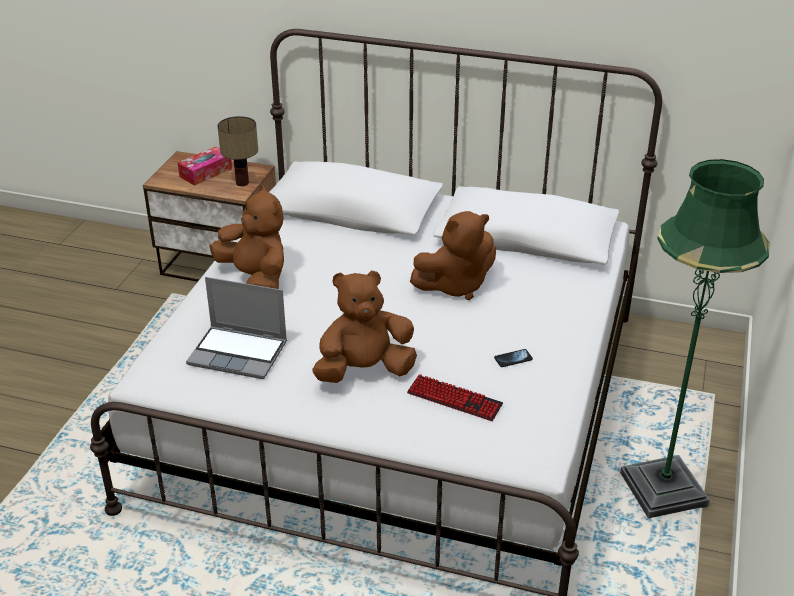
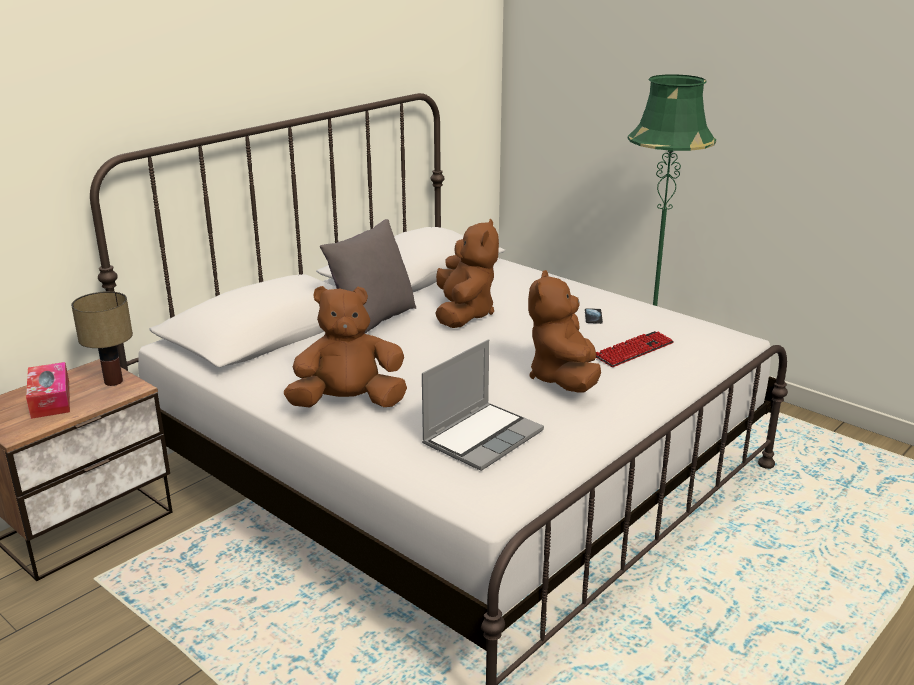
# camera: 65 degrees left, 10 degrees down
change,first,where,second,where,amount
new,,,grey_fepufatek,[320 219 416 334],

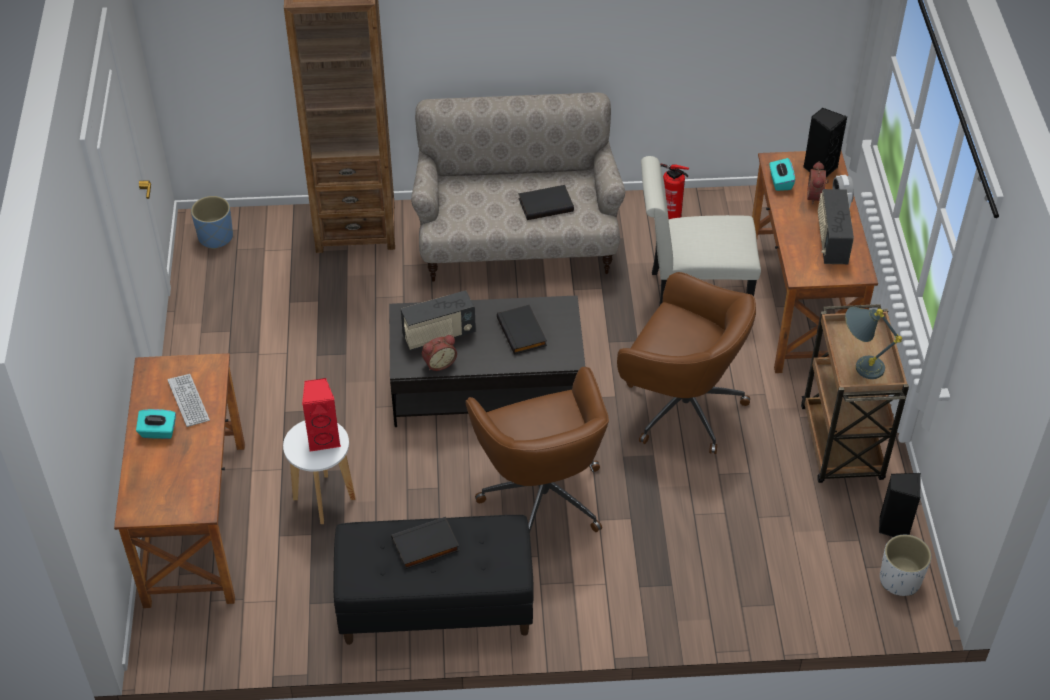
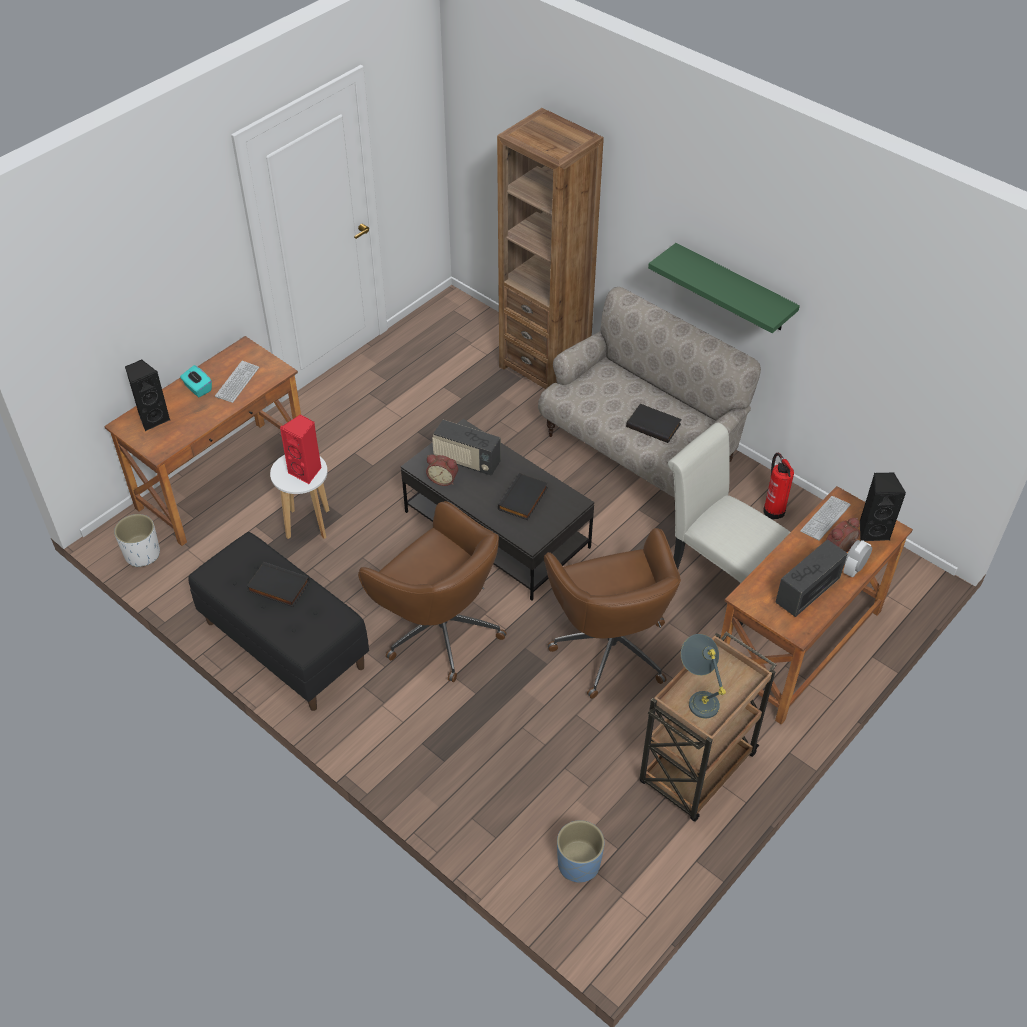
# camera: 45 degrees right, 0 degrees up
change,first,where,second,where,amount
shifted,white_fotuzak,[880 535 931 596],,[114 514 160 567],
shifted,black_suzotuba,[879 473 921 537],,[125 360 171 431],
rotated,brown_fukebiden,[465 367 609 532],,[358 501 507 682],75 degrees counterclockwise
shifted,blue_fotuzak,[191 196 233 249],,[557 820 604 883],
new,,,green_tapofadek,[648 243 800 333],
swapped,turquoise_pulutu,[769 158 795 191],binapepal,[800 496 851 541],

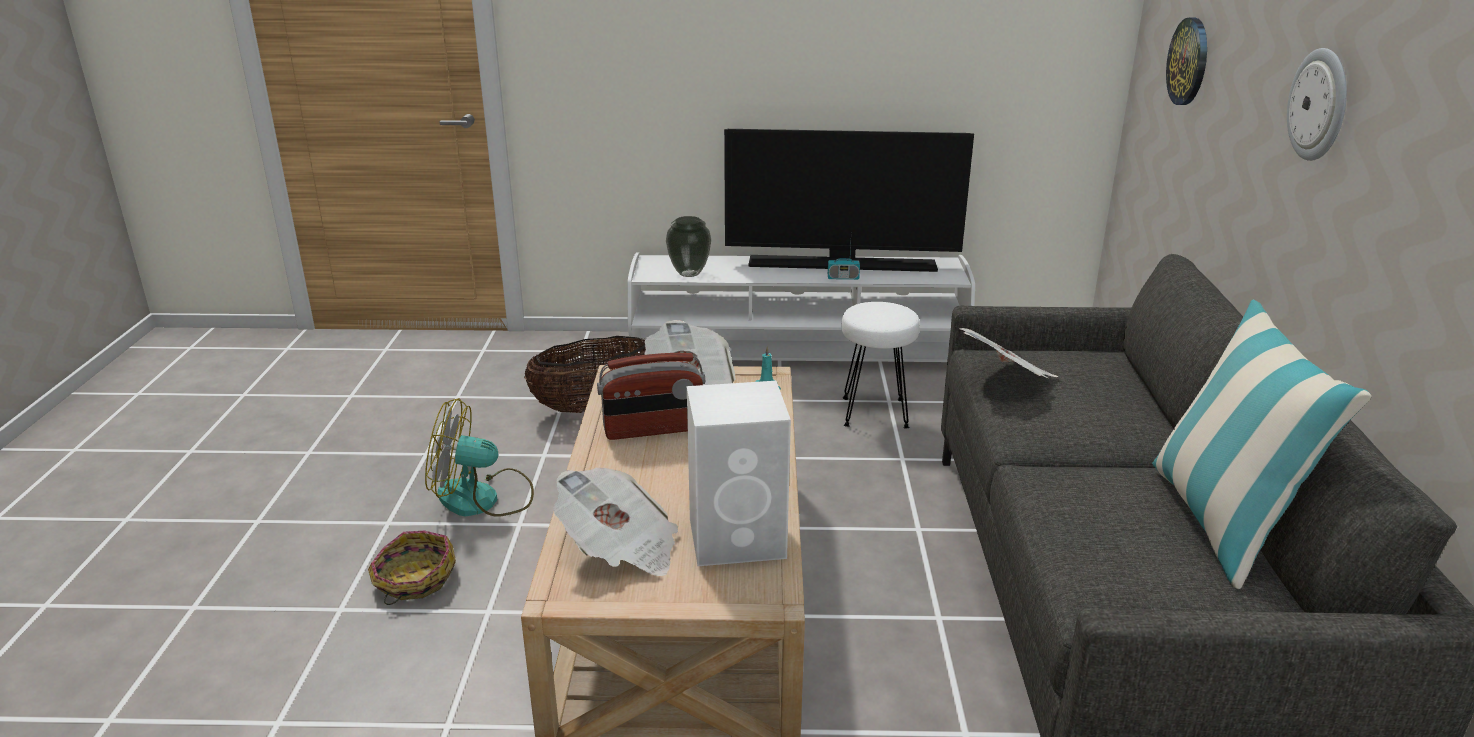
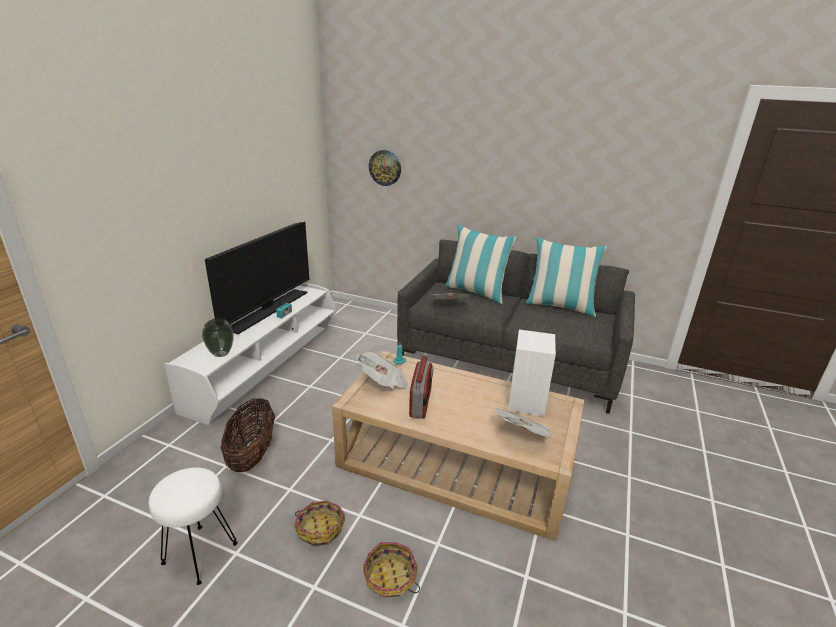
# camera: 70 degrees left, 0 degrees up
change,first,where,second,where,amount
shifted,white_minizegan,[842 302 920 429],,[149 467 238 585],
swapped,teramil,[425 398 534 517],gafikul,[294 500 345 546],
new,,,fepufatek,[445 225 517 304],
gone,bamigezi,[1287 48 1347 161],,,

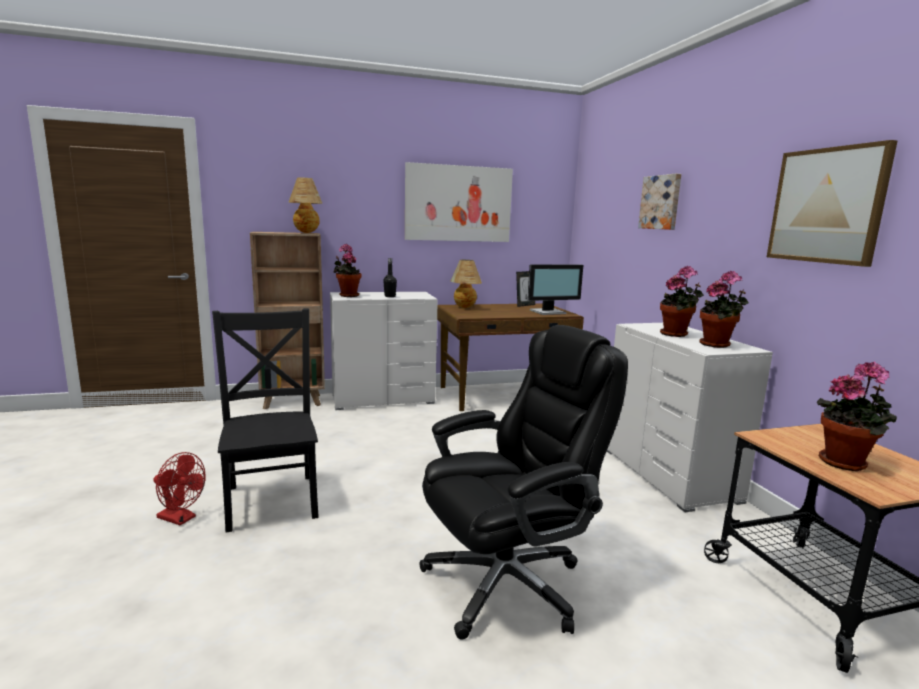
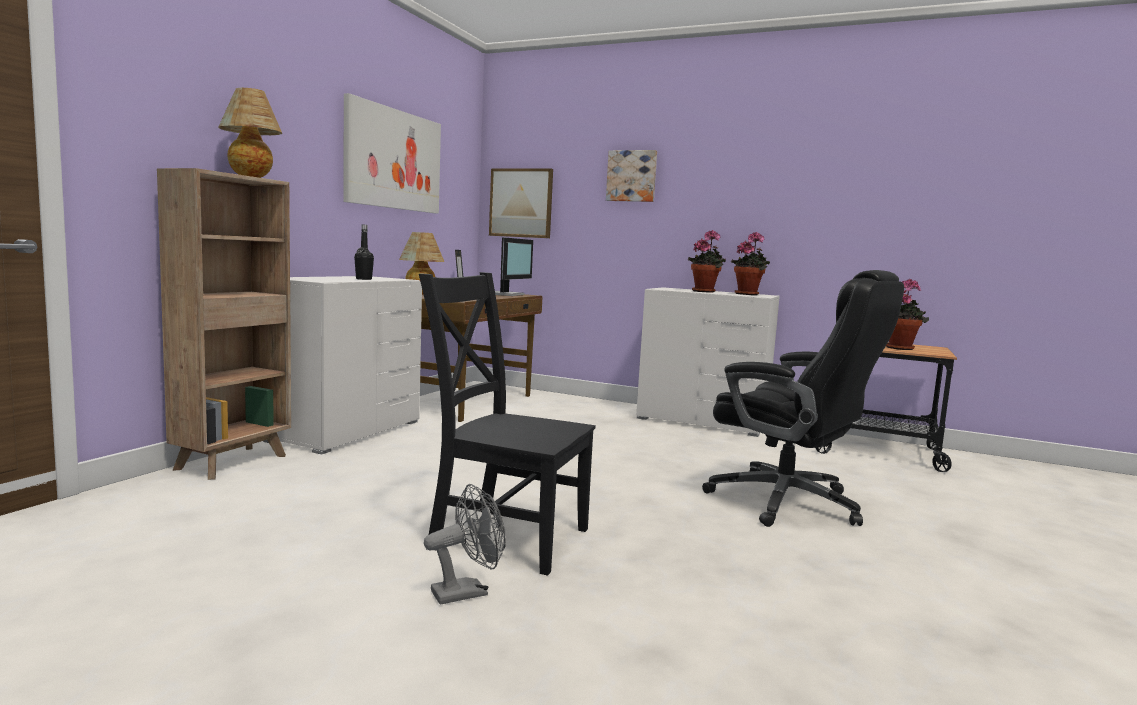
# camera: 50 degrees left, 5 degrees down
change,first,where,second,where,amount
repainted,red_teramil,[153 452 205 526],grey_teramil,[424 484 506 604],
shifted,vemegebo,[767 140 897 267],,[489 169 553 238],
rotated,black_fukebiden,[420 325 628 639],,[702 270 904 527],120 degrees clockwise
gone,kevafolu,[333 244 362 297],,,

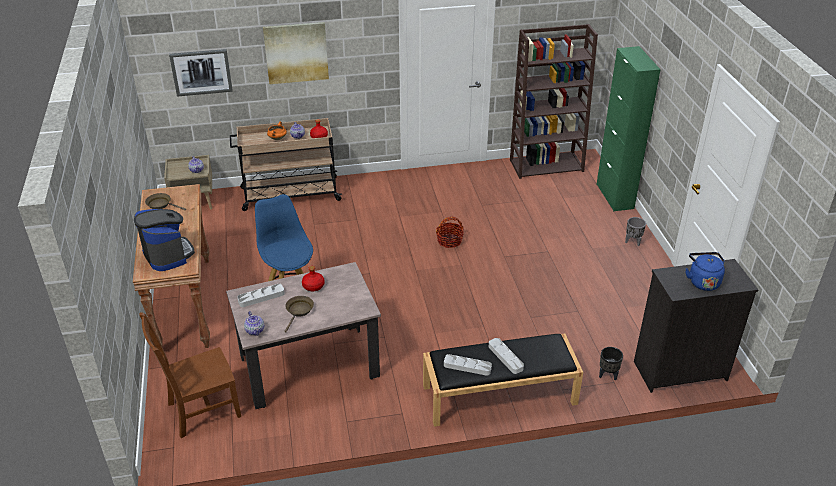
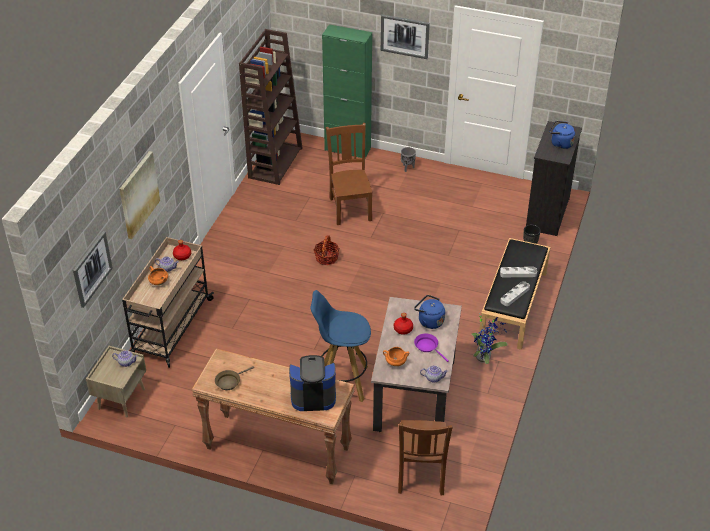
# camera: 60 degrees left, 5 degrees up
change,first,where,second,where,amount
new,,,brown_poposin,[326 123 373 225],
new,,,vemegebo,[381 14 430 59],
swapped,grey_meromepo,[237 284 285 307],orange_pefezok,[383 347 409 366],
new,,,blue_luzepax,[414 295 445 329],
repainted,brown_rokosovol,[284 296 314 332],purple_rokosovol,[414 333 449 362],
new,,,kevafolu,[472 313 508 364],

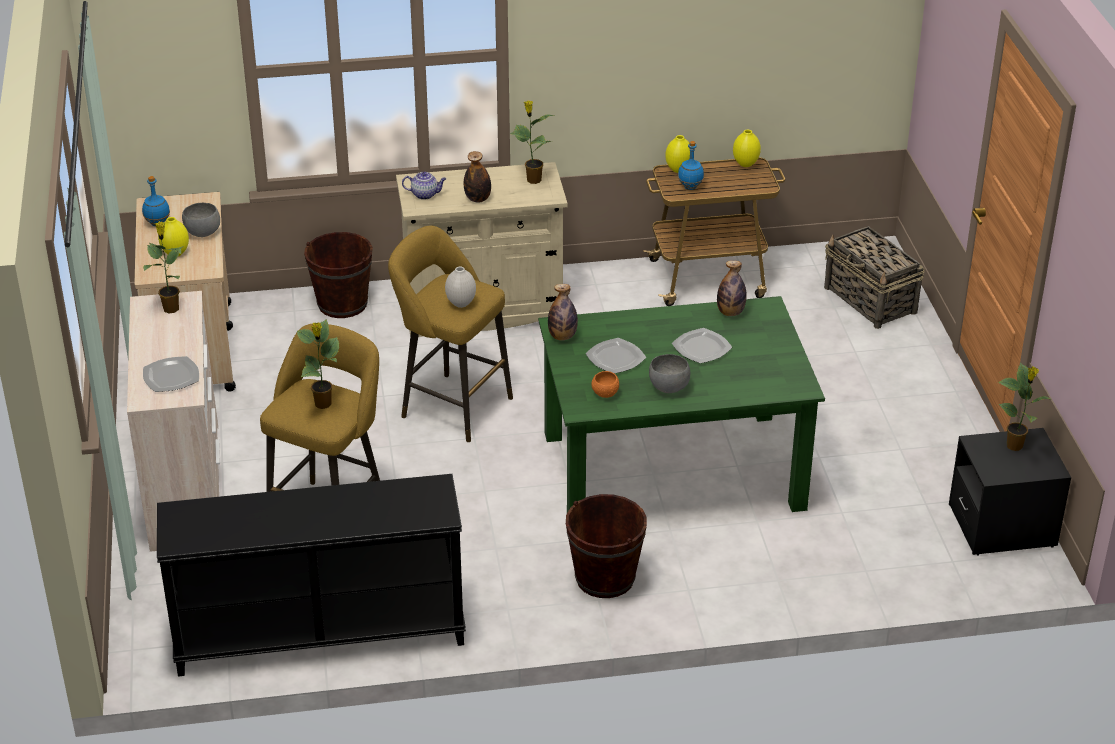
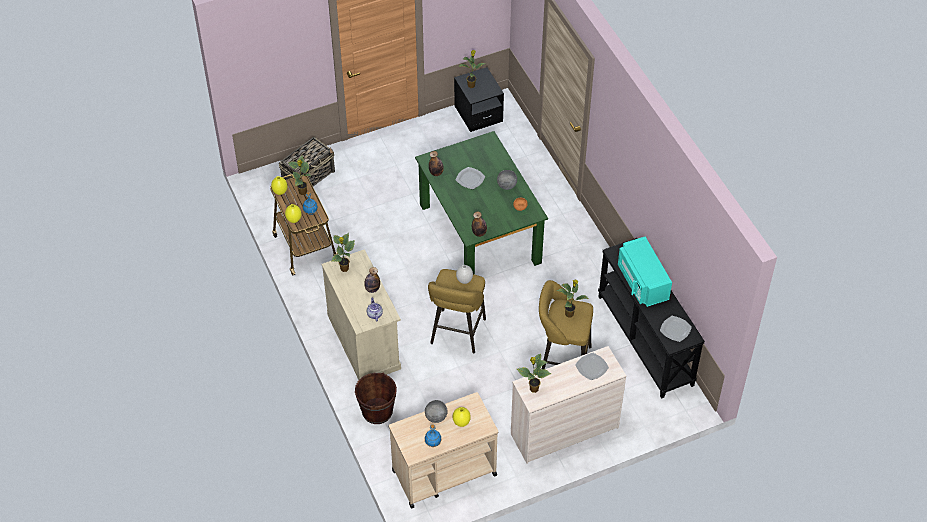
# camera: 105 degrees left, 15 degrees up
change,first,where,second,where,amount
new,,,kevafolu,[288 156 311 195],
new,,,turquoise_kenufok,[618 236 672 307],
shifted,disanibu,[585 338 646 374],,[660 316 692 342],
gone,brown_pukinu,[566 494 647 598],,,

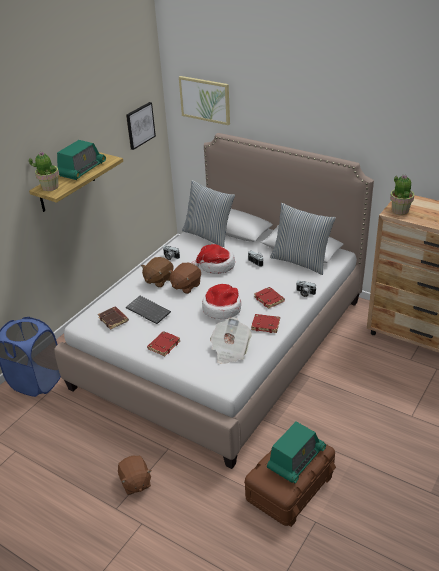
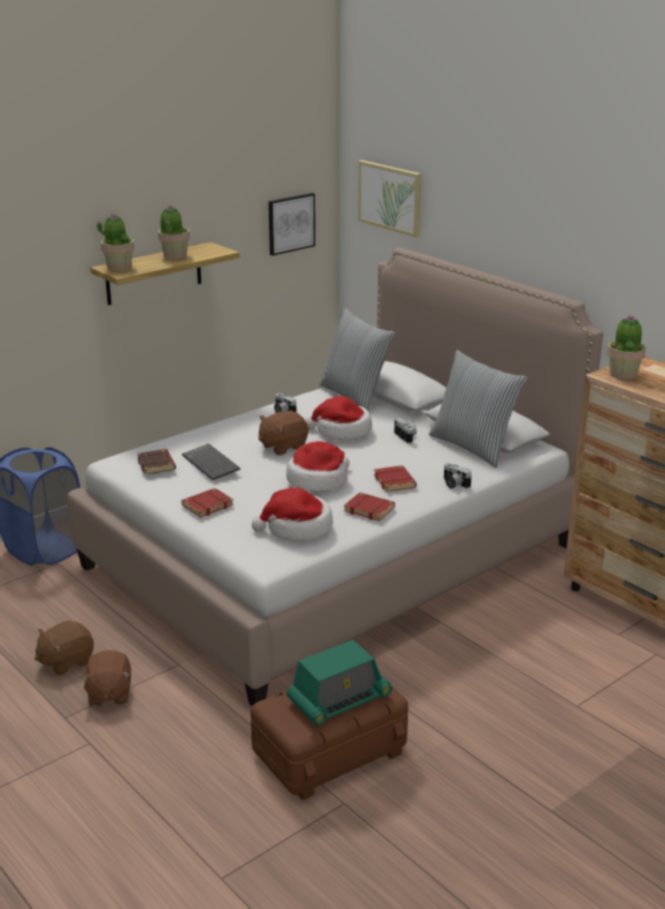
# camera: 15 degrees right, 10 degrees down
change,first,where,second,where,amount
shifted,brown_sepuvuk,[141 257 173 288],,[35 620 94 675],
swapped,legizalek,[57 140 106 180],kevafolu,[158 205 190 260],
swapped,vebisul,[210 318 252 364],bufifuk,[252 487 333 541],

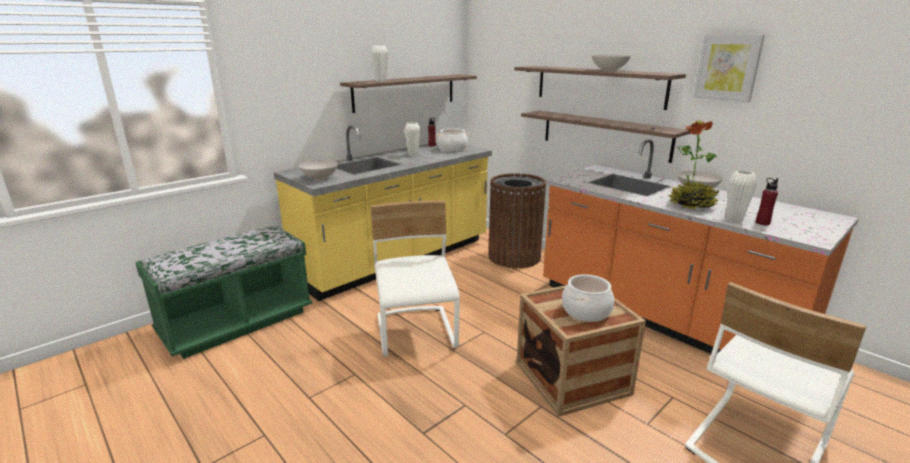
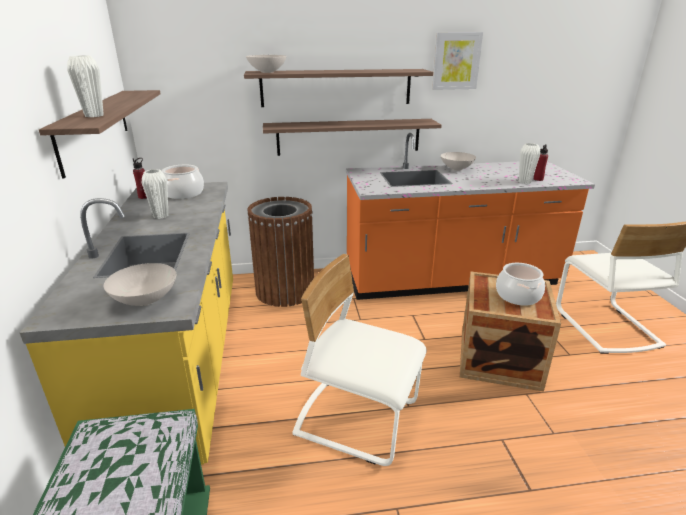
# camera: 55 degrees left, 5 degrees up
change,first,where,second,where,amount
shifted,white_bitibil,[592 55 631 71],,[246 55 286 73],
gone,kevafolu,[668 119 719 210],,,

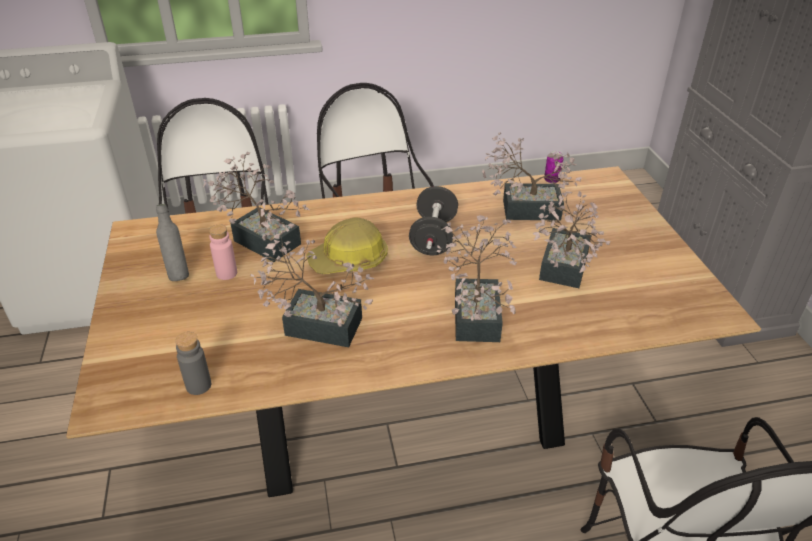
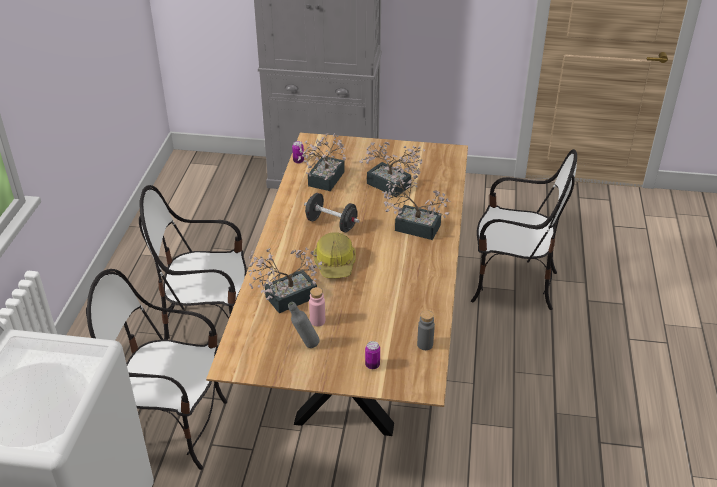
# camera: 70 degrees left, 0 degrees up
change,first,where,second,where,amount
new,,,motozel,[365 341 380 369],
gone,kevafolu,[250 230 374 347],,,

